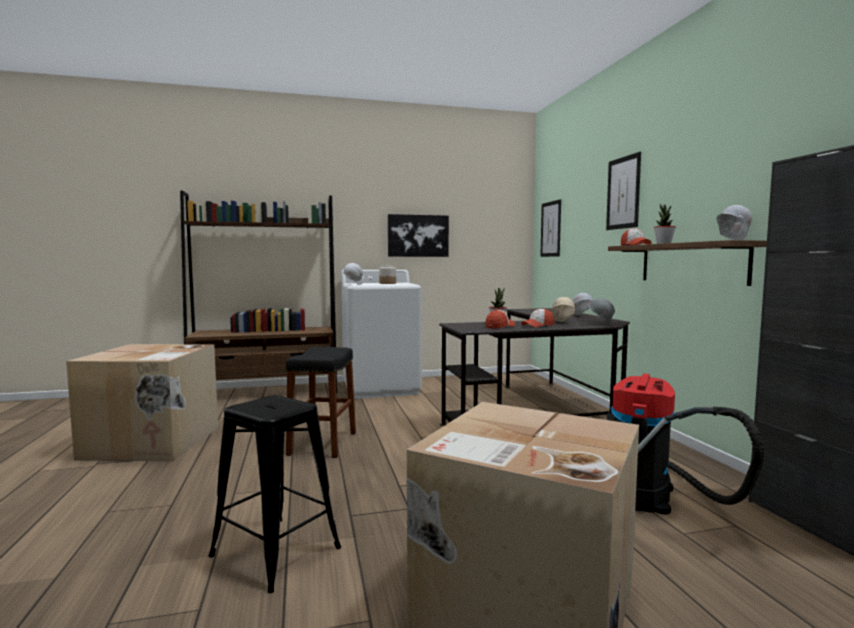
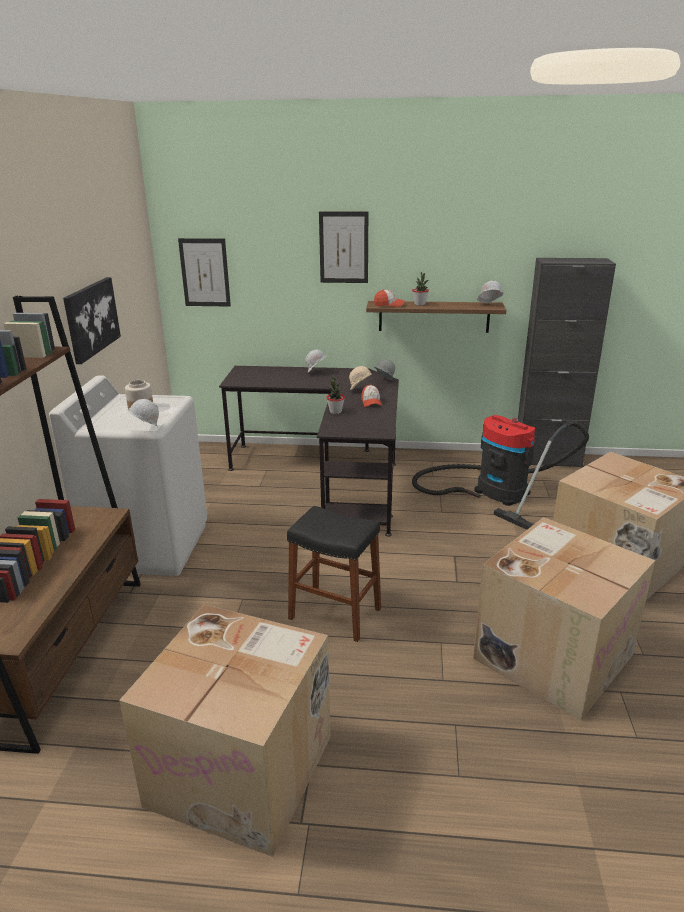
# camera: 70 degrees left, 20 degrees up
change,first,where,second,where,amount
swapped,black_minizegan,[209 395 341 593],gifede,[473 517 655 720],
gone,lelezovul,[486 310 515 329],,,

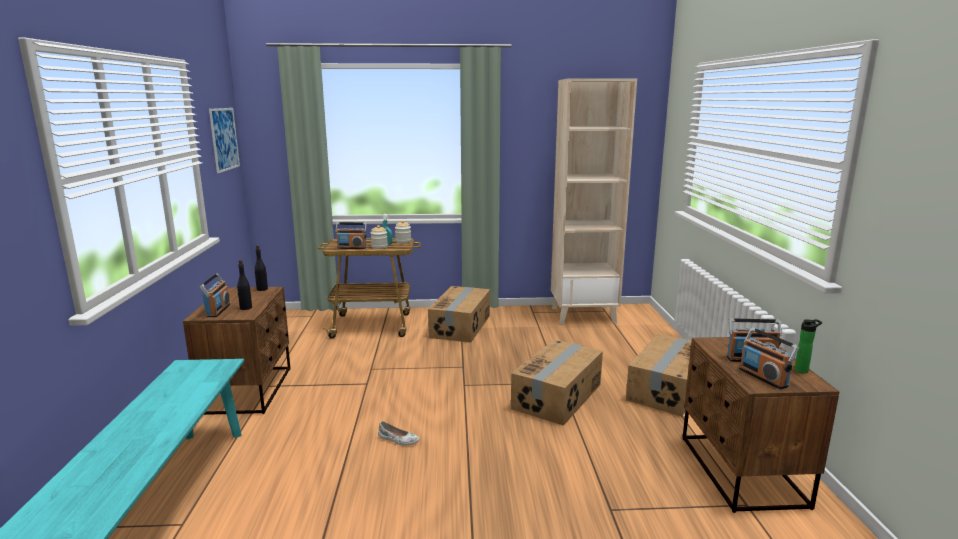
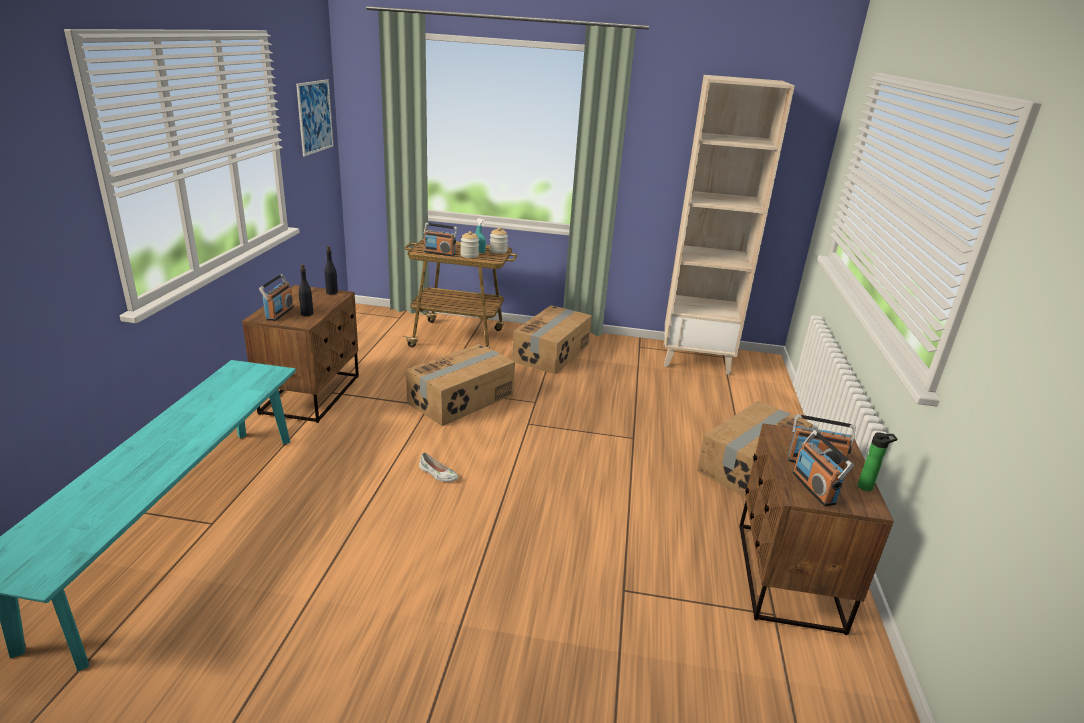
# camera: 10 degrees right, 10 degrees up
change,first,where,second,where,amount
shifted,gifede,[511 340 603 426],,[406 344 515 426],

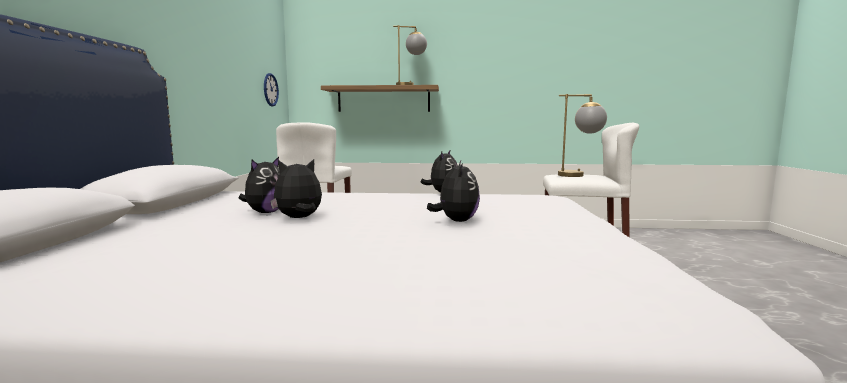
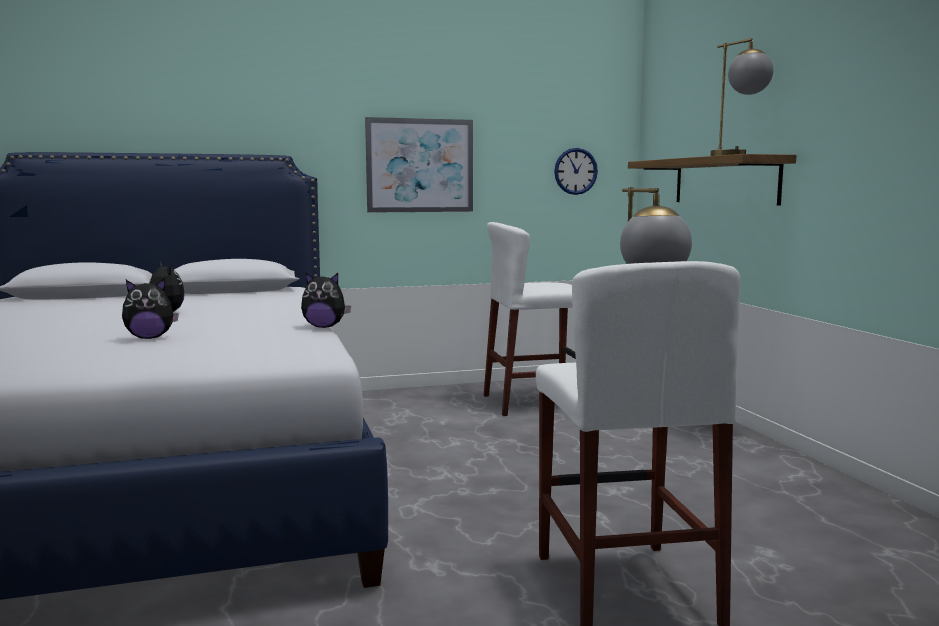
# camera: 70 degrees right, 0 degrees up
change,first,where,second,where,amount
new,,,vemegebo,[365 117 473 213],
gone,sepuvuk,[238 157 280 213],,,

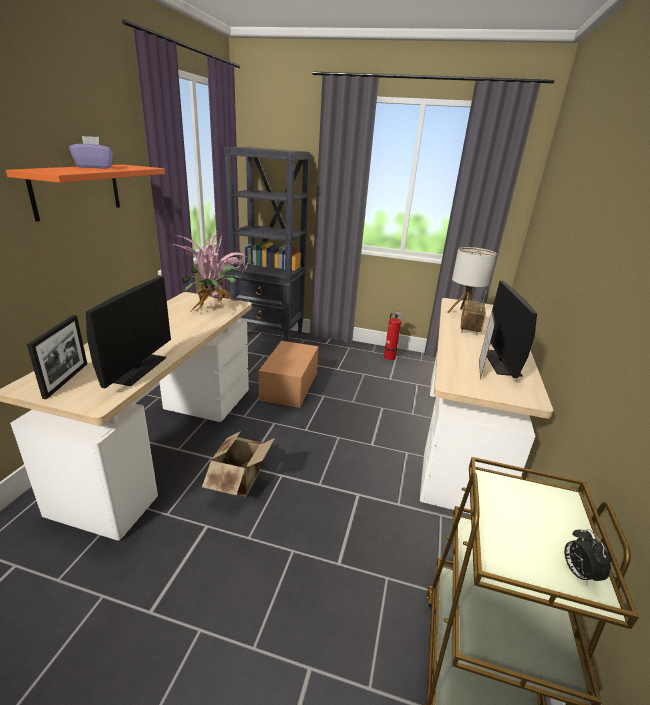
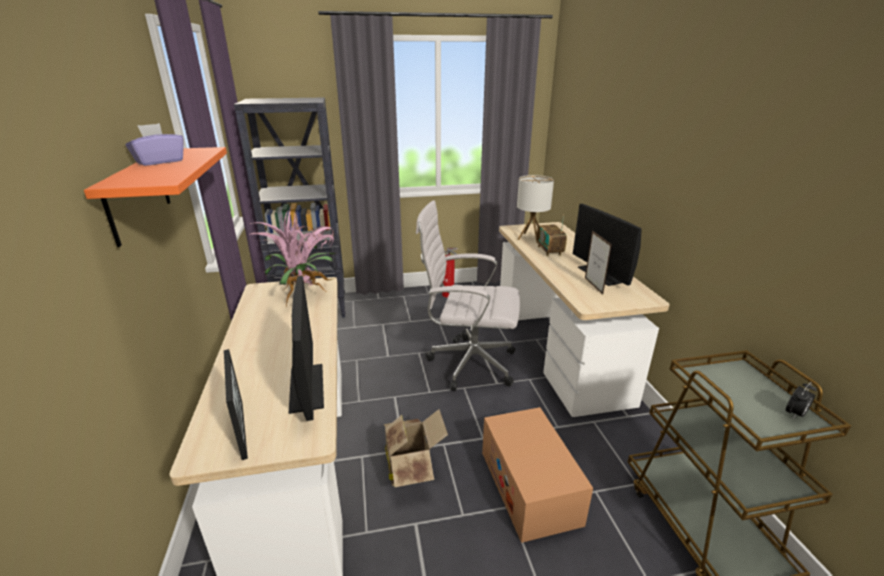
# camera: 25 degrees left, 0 degrees up
change,first,where,second,where,amount
new,,,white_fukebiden,[416 200 520 391],
shifted,gifede,[259 341 319 408],,[482 407 593 543],
rotated,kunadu,[564 529 611 587],,[785 382 817 419],90 degrees counterclockwise

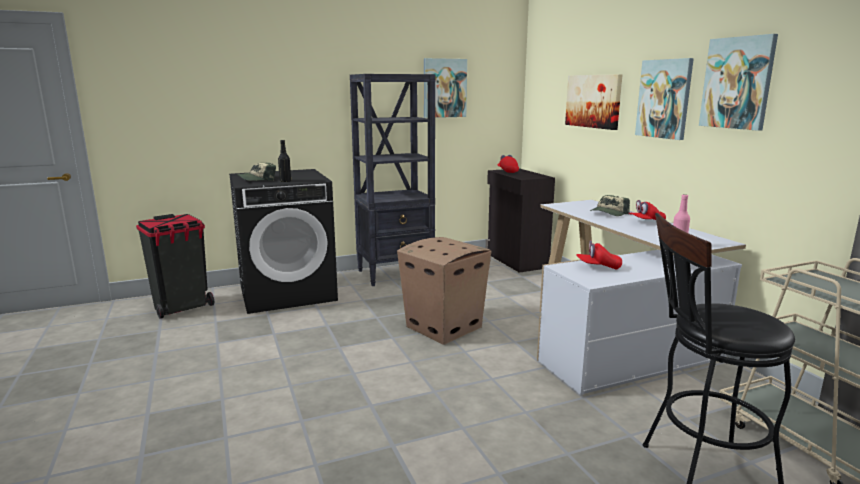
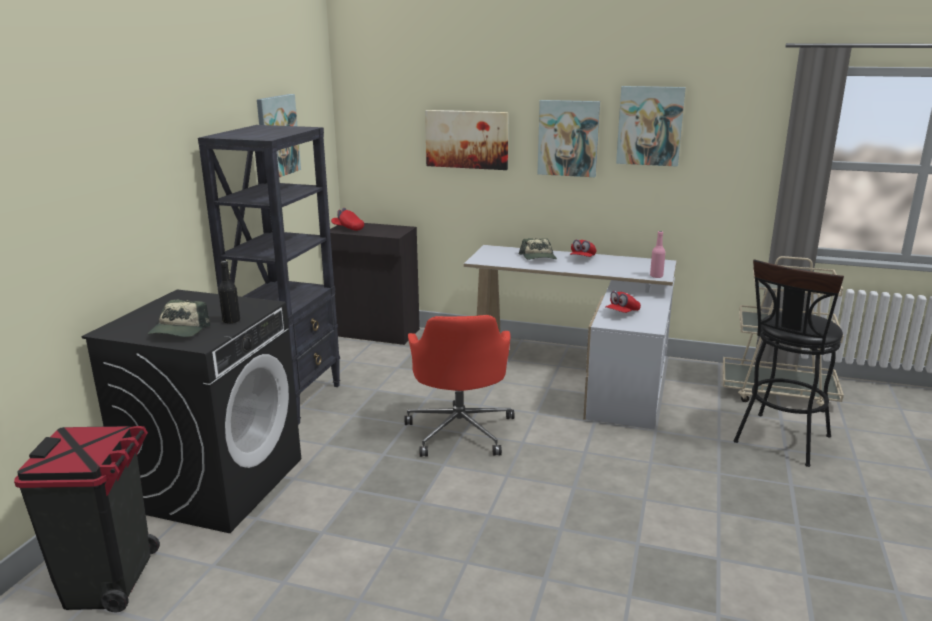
# camera: 50 degrees left, 5 degrees up
change,first,where,second,where,amount
swapped,gifede,[397 237 491 345],red_fukebiden,[405 315 514 457],

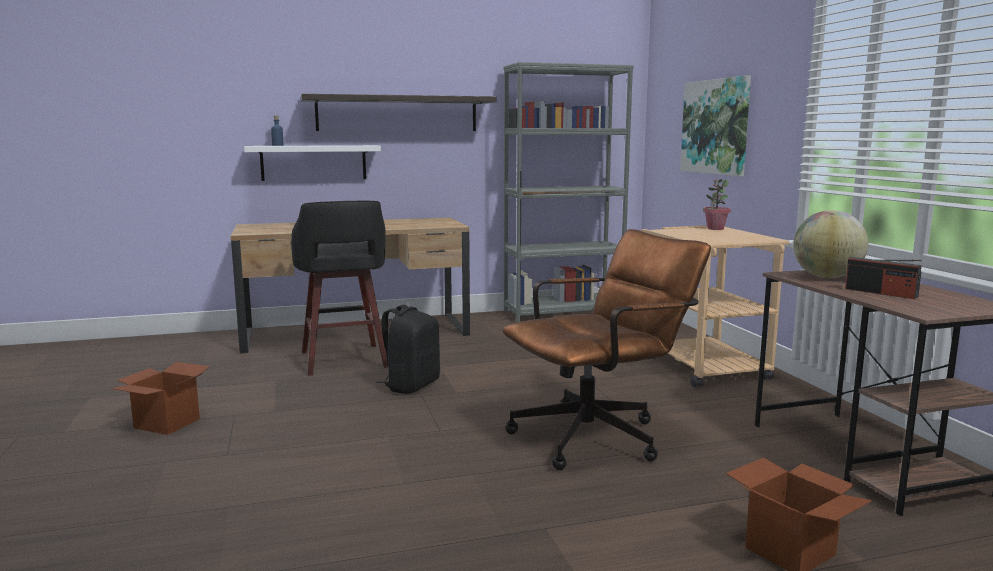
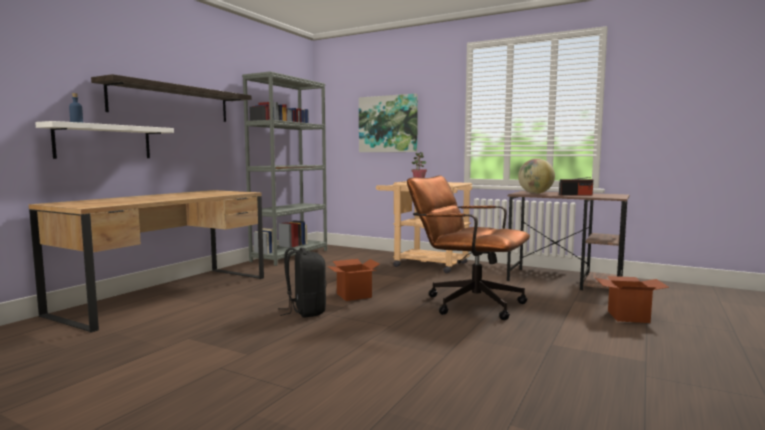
# camera: 45 degrees left, 5 degrees down
change,first,where,second,where,amount
shifted,gifede,[111 362 210 435],,[327 259 379 301],
rotated,brown_fukebiden,[502 229 711 470],,[407 175 530 320],75 degrees counterclockwise
gone,black_minizegan,[291 201 388 376],,,

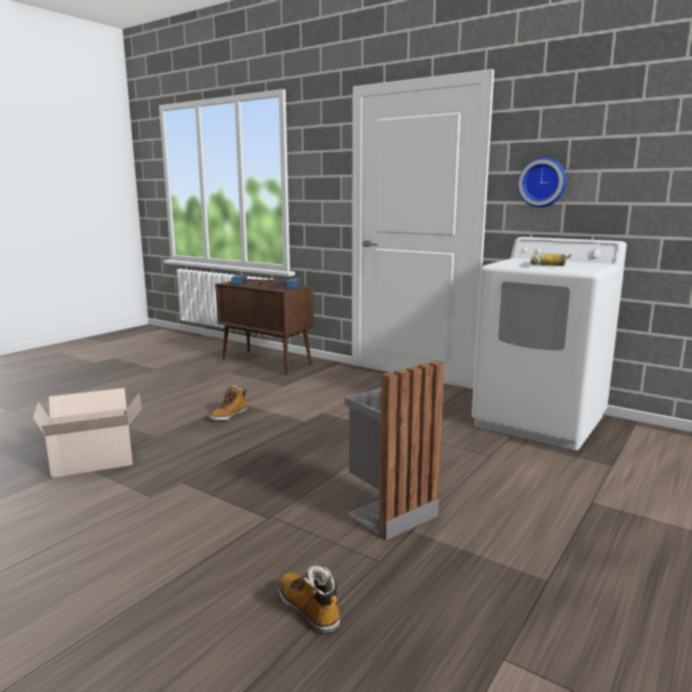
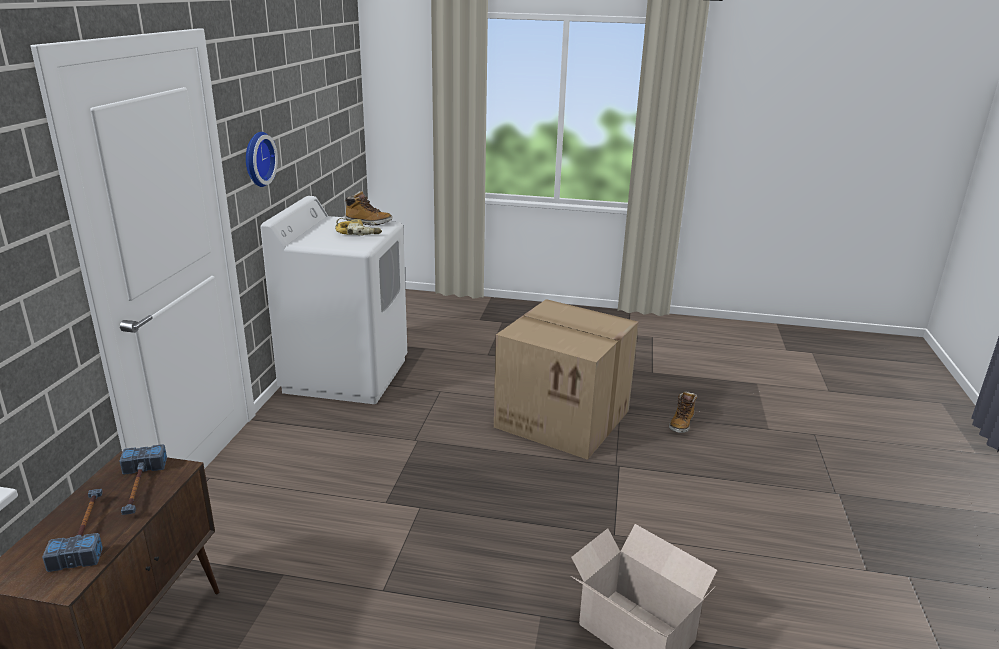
# camera: 115 degrees left, 10 degrees up
change,first,where,second,where,amount
shifted,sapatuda,[209 385 247 421],,[344 191 393 226],
swapped,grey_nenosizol,[345 361 444 540],gifede,[494 299 639 460],

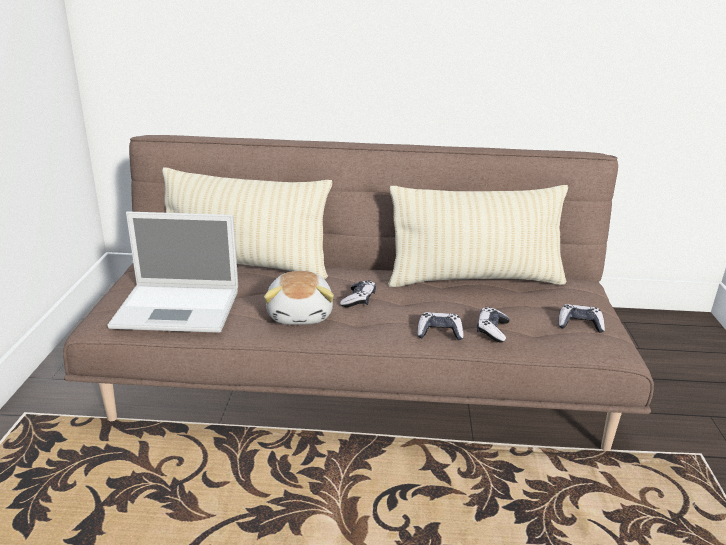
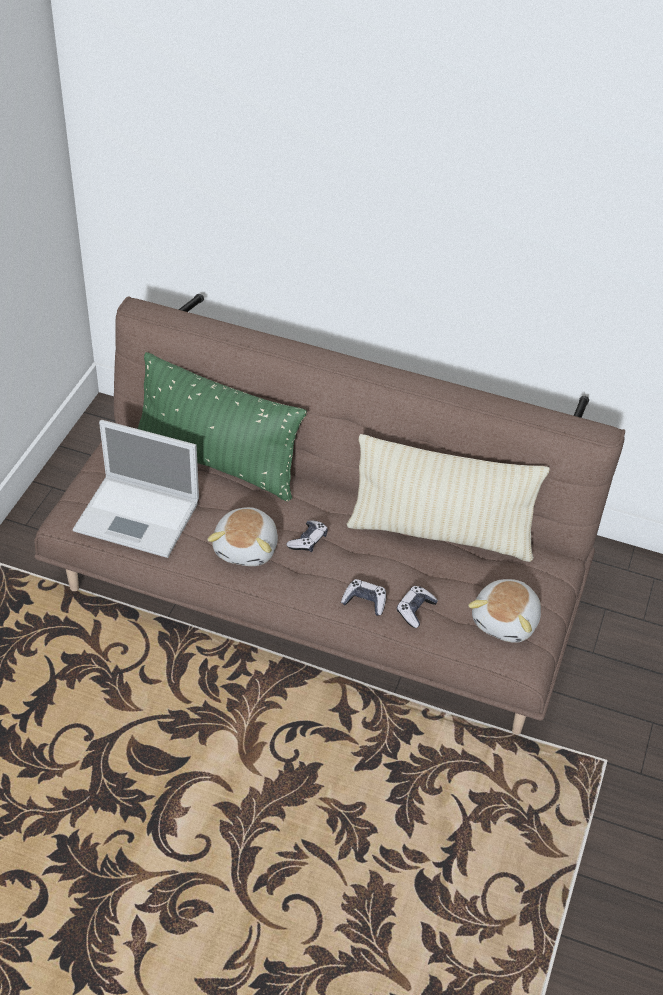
# camera: 15 degrees right, 20 degrees up
change,first,where,second,where,amount
repainted,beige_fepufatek,[162 167 332 279],green_fepufatek,[138 352 307 502],
swapped,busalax,[558 304 605 333],sepuvuk,[468 579 541 643],

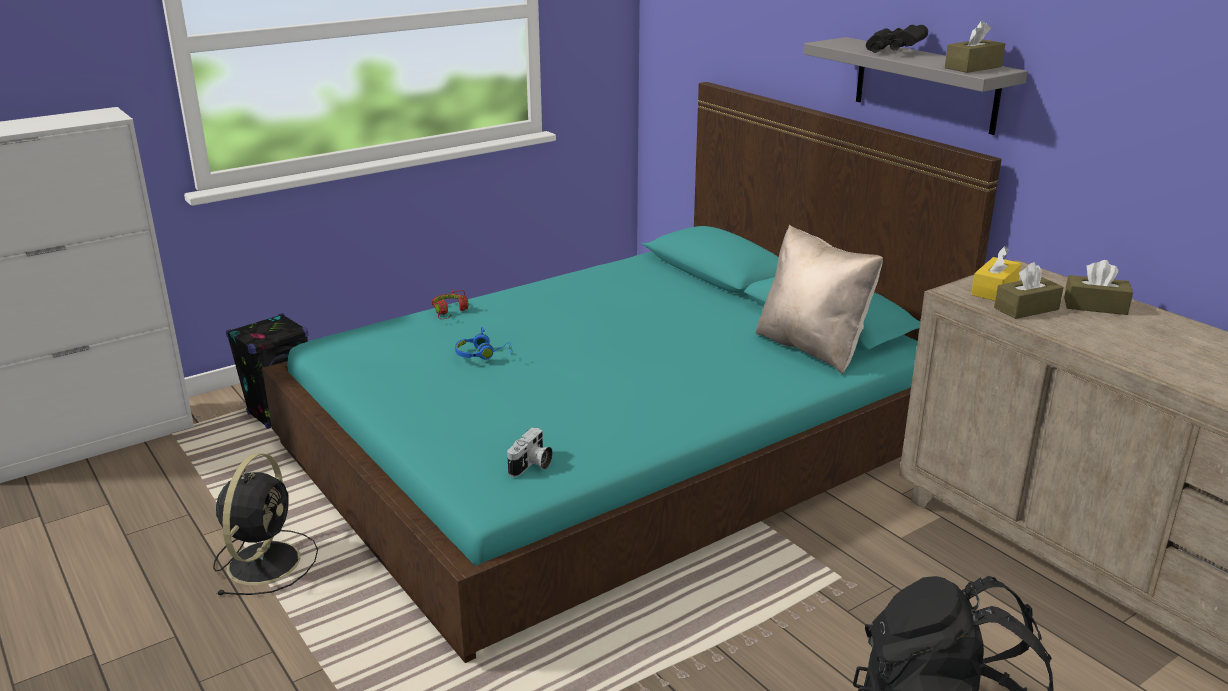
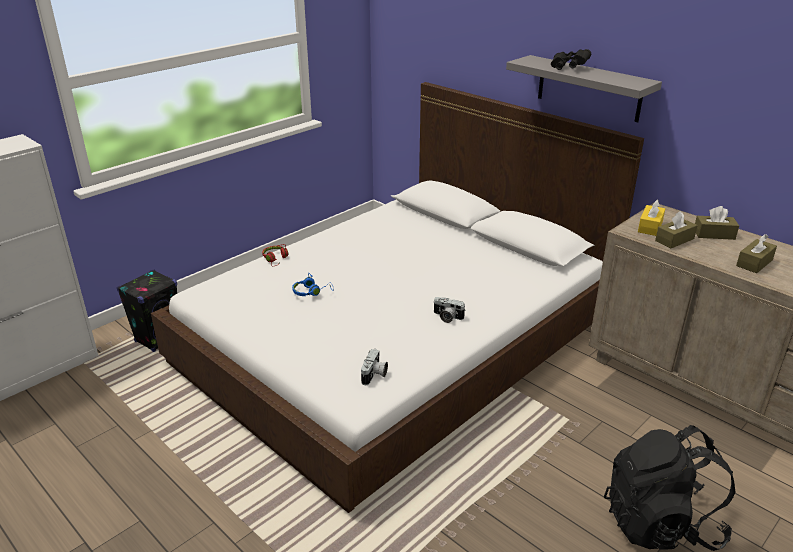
# camera: 10 degrees left, 5 degrees up
change,first,where,second,where,amount
repainted,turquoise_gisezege,[262 82 1002 663],white_gisezege,[151 82 644 513],
new,,,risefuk,[433 297 466 323],
shifted,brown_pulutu,[945 21 1005 73],,[736 234 777 273],
gone,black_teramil,[213 453 318 595],,,
gone,beige_fepufatek,[756 225 883 374],,,

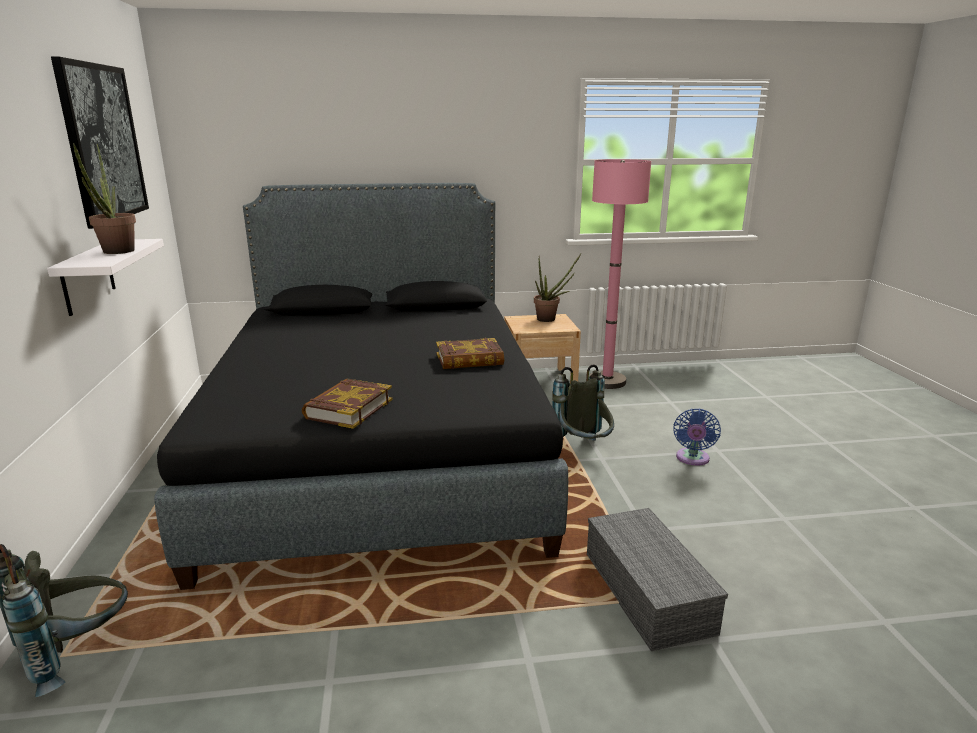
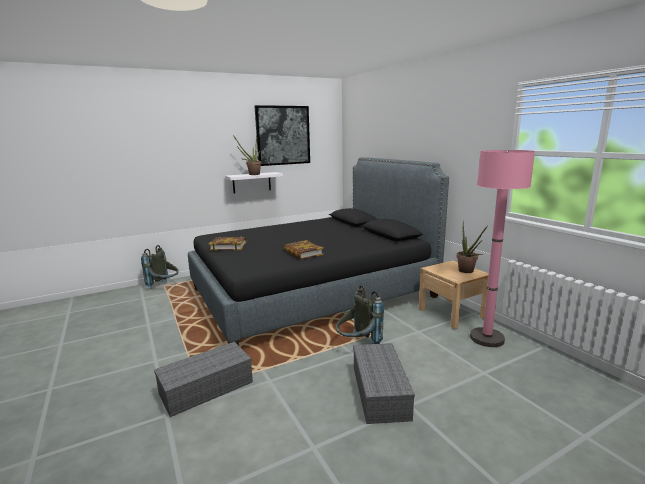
# camera: 70 degrees right, 5 degrees down
change,first,where,second,where,amount
swapped,blue_teramil,[673 409 721 466],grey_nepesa,[353 343 415 424],

